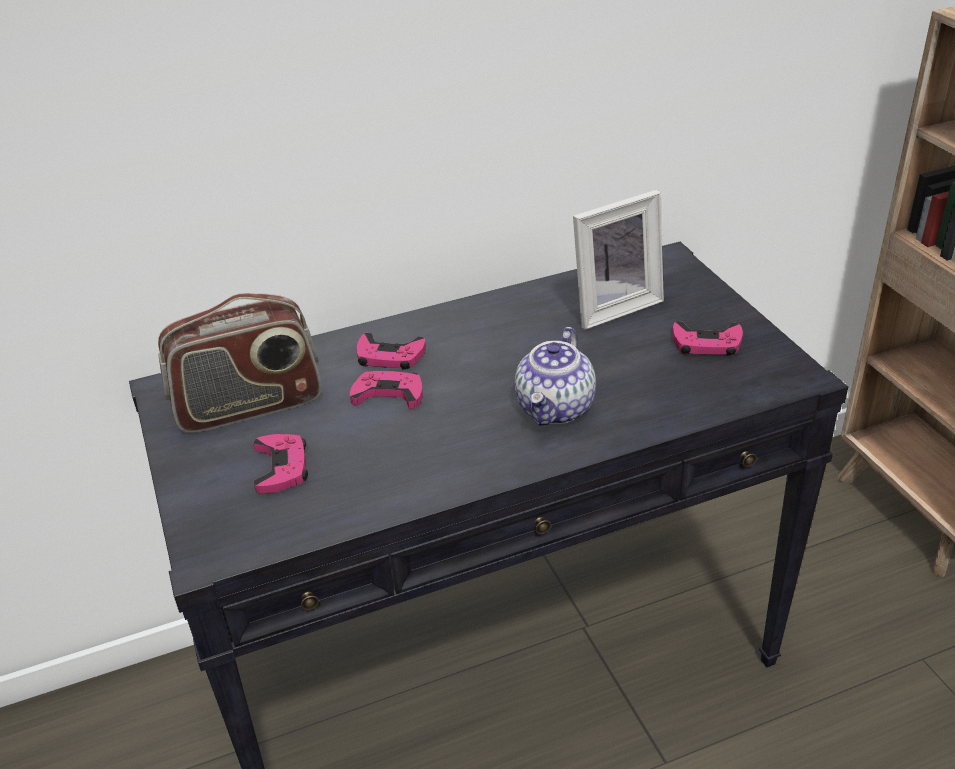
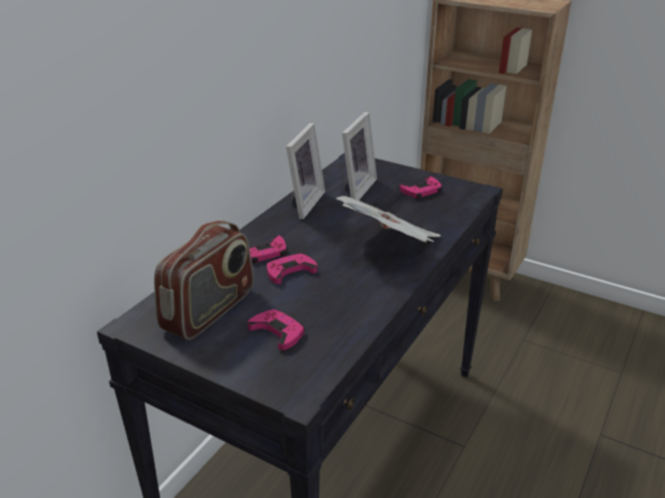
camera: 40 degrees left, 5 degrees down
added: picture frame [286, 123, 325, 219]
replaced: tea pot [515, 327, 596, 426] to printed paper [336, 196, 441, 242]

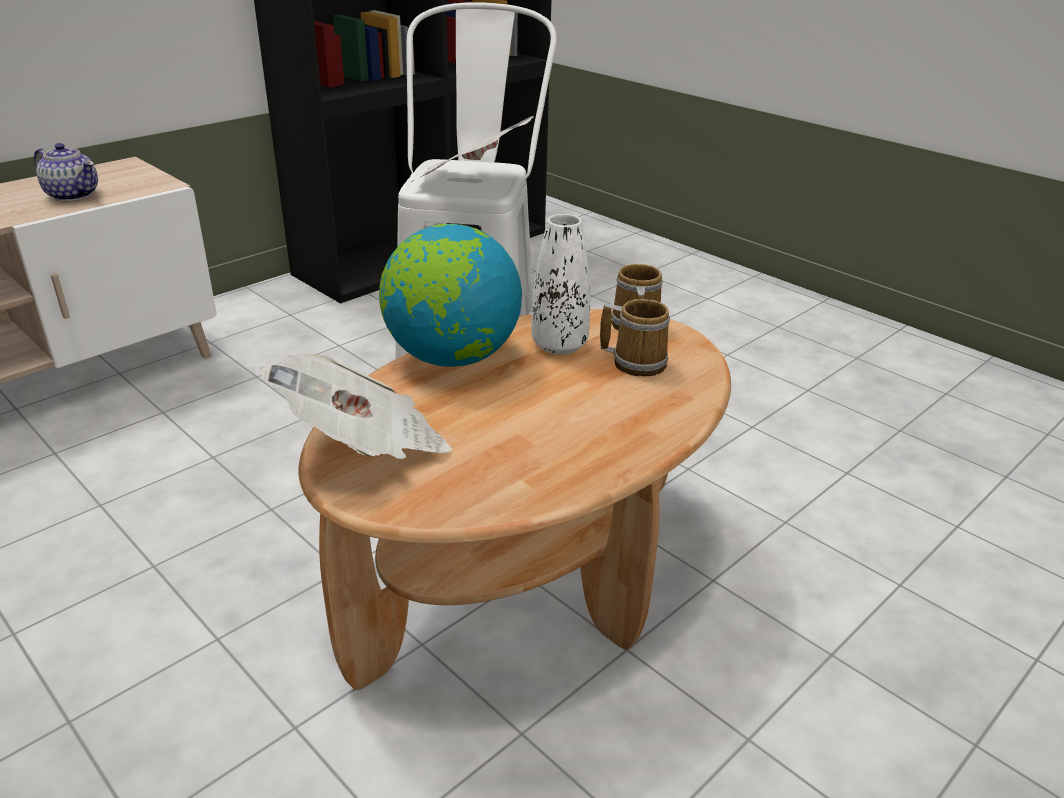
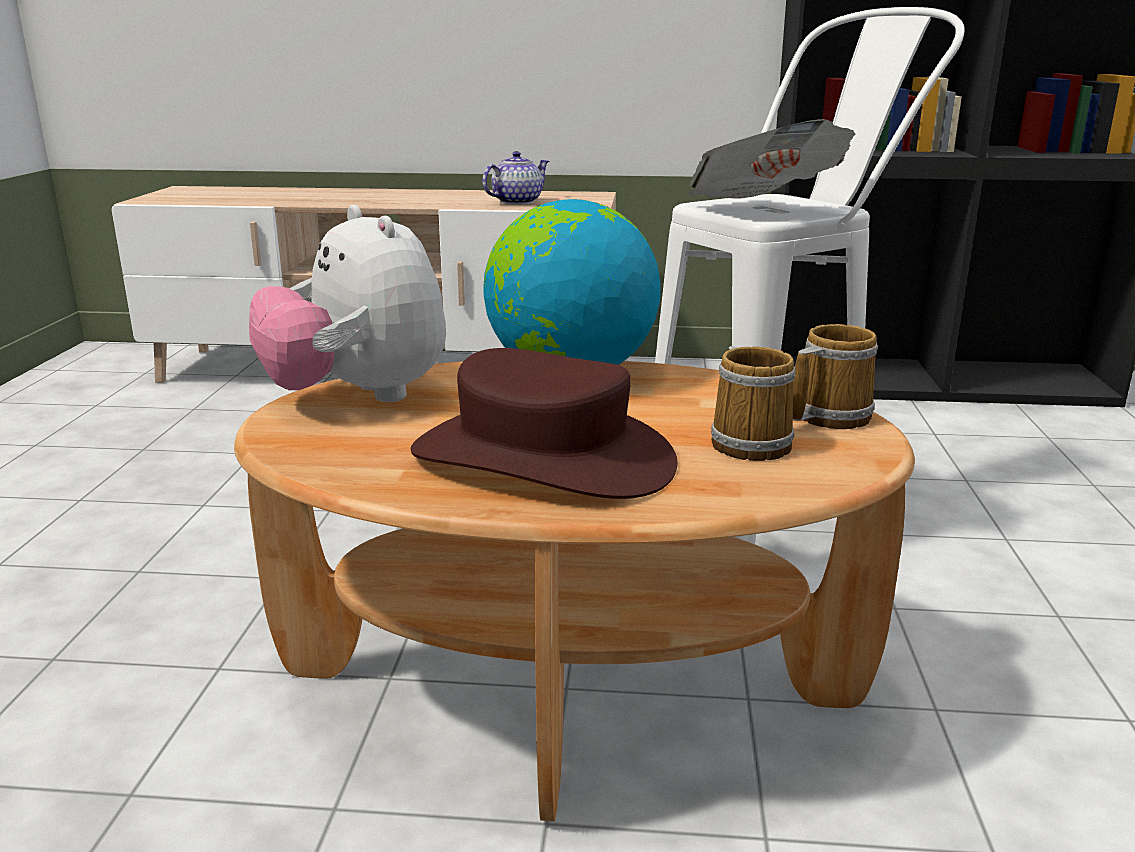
camera: 50 degrees right, 10 degrees down
removed: white-coloured decorative vase [531, 214, 590, 355]
added: brown clothing hat [411, 348, 678, 499]
replaced: printed paper [260, 354, 452, 459] to cuddly toy [249, 205, 446, 402]
turned: tea pot [34, 143, 98, 201] = [482, 151, 549, 205] 120 degrees counterclockwise

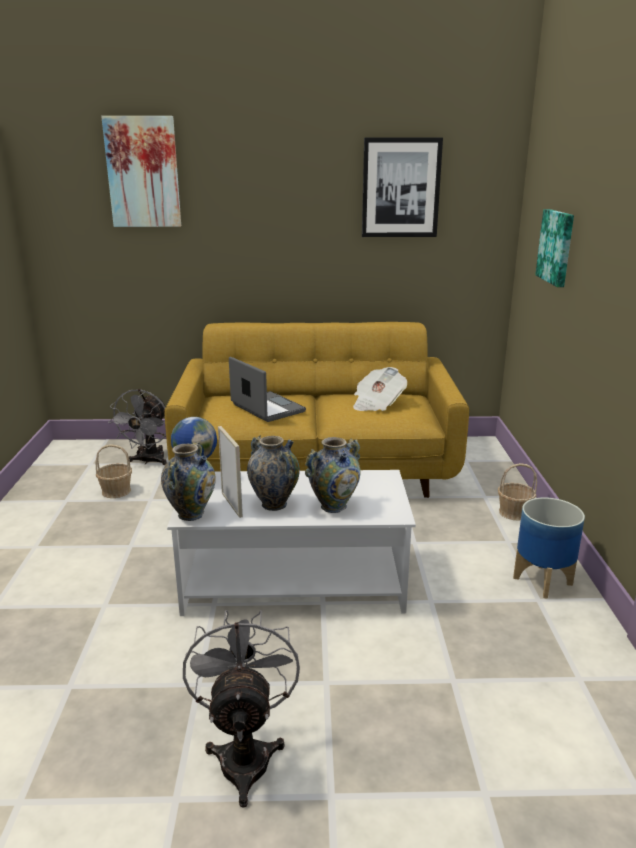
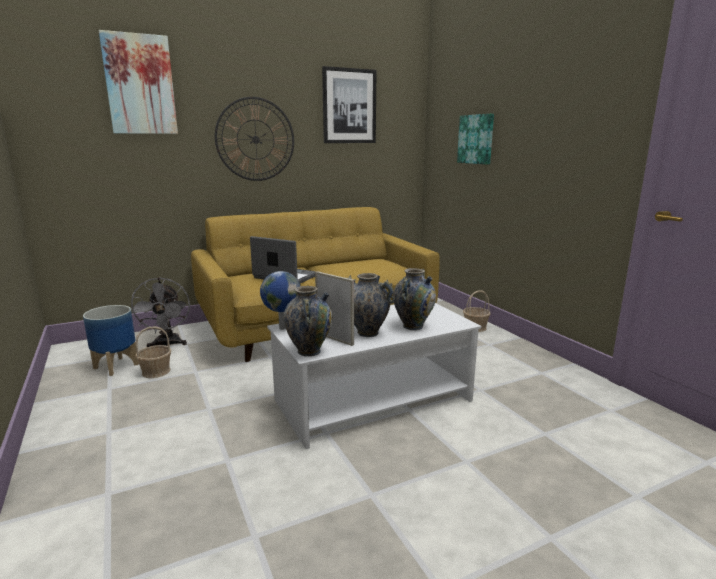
camera: 25 degrees left, 5 degrees down
removed: printed paper [353, 367, 407, 411]; gray electric fan [183, 610, 300, 808]
added: hanging clock [215, 97, 294, 181]
moved: planter [513, 497, 585, 599] to [83, 305, 139, 376]

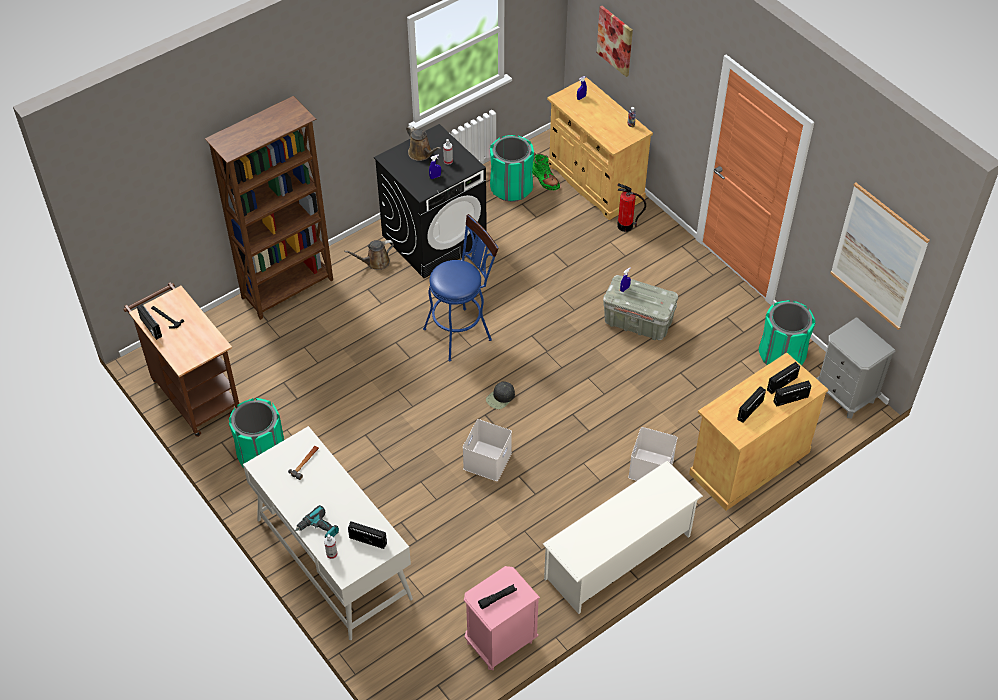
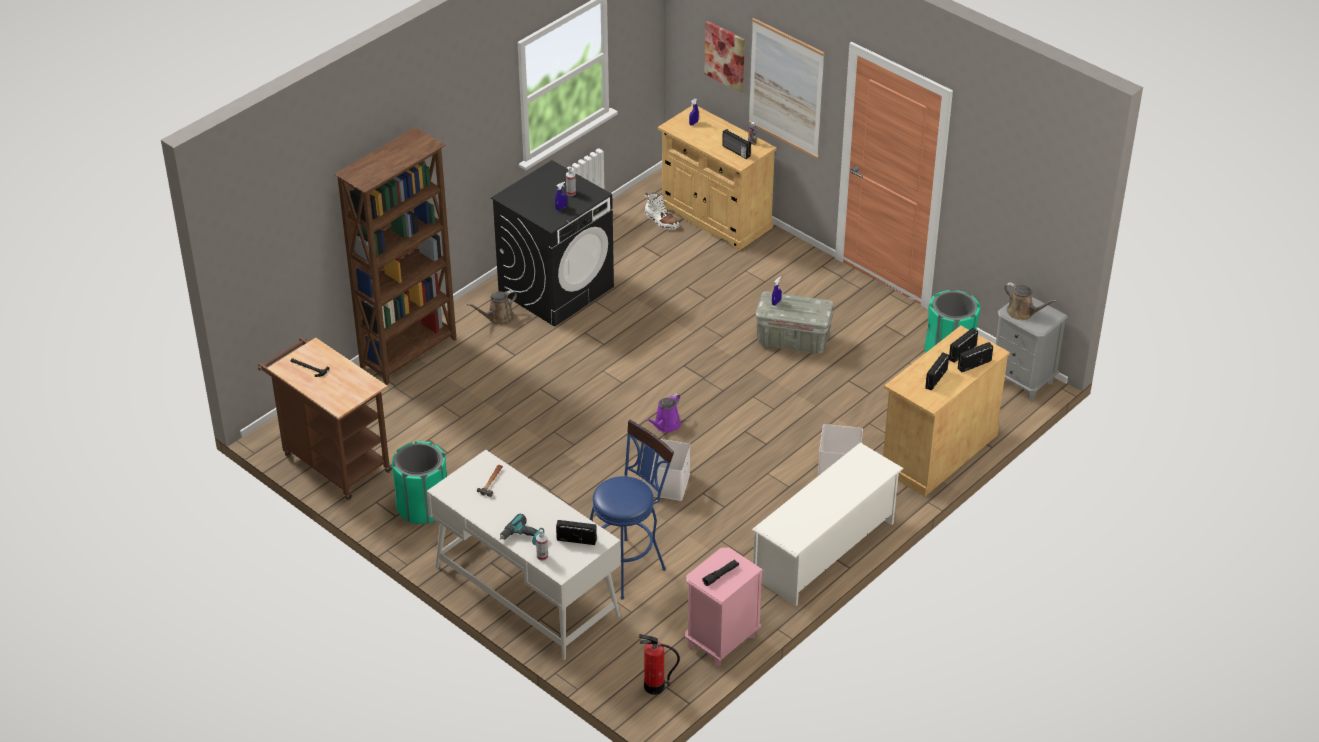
camera: 10 degrees left, 10 degrees down
removed: greenish trash can [490, 135, 534, 202]
moved: brown watering can [406, 125, 441, 161] to [1004, 282, 1057, 320]; wall picture [830, 182, 930, 330] to [748, 18, 825, 159]; fire-fighting cylinder [617, 183, 646, 232] to [639, 634, 680, 695]; blue-coloured stool [423, 214, 499, 362] to [590, 420, 674, 599]; radio set [137, 304, 162, 340] to [722, 129, 751, 159]
replaced: black-coloured peaked cap [486, 381, 515, 409] to purplish watering can [645, 393, 681, 433]
recoloured: greenish boot [532, 153, 560, 190] to white-coloured boot [644, 193, 680, 230]

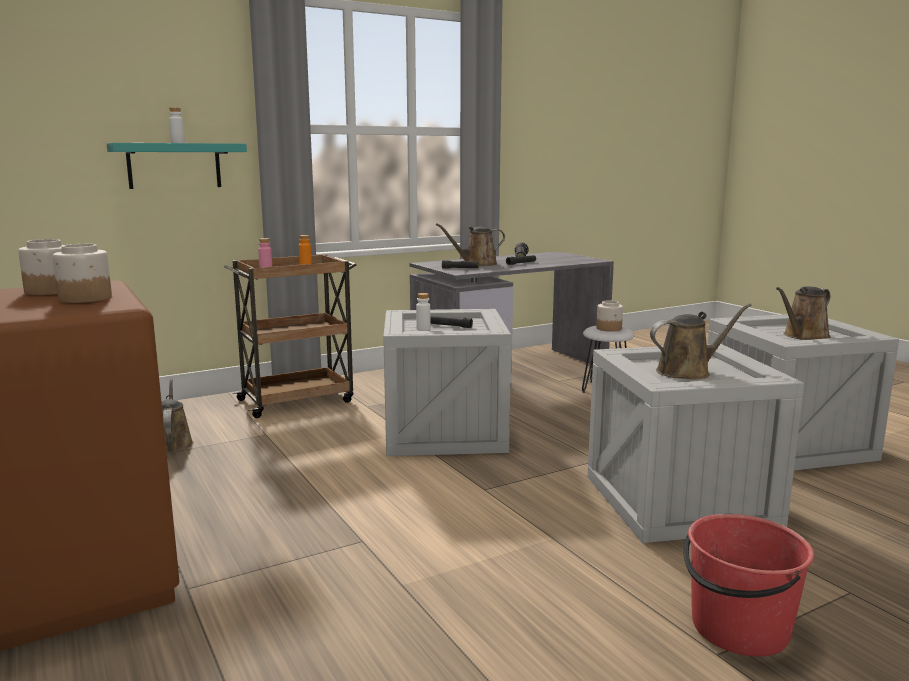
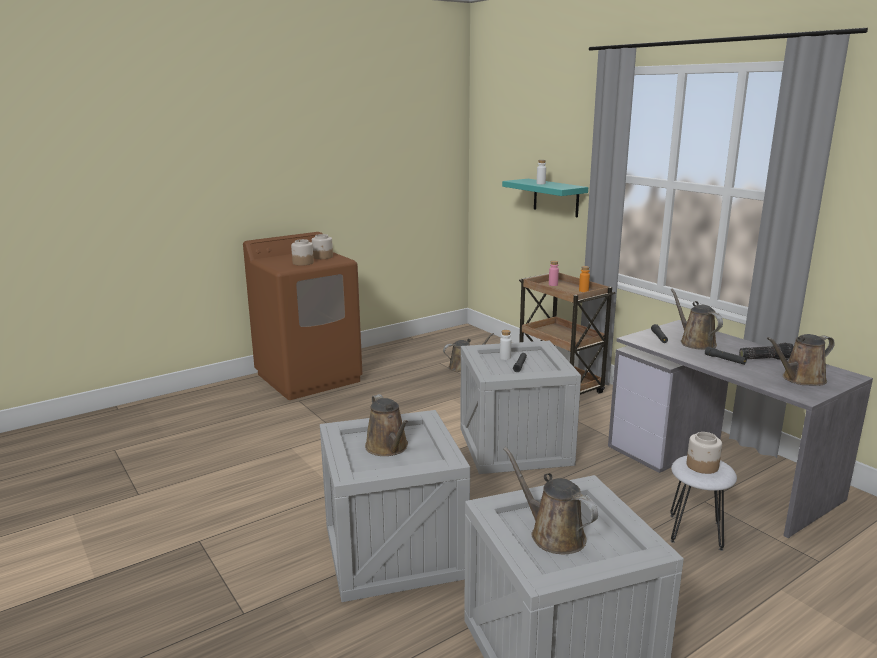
camera: 85 degrees right, 5 degrees up
removed: reddish bucket [683, 514, 814, 656]
added: brown watering can [767, 334, 835, 386]

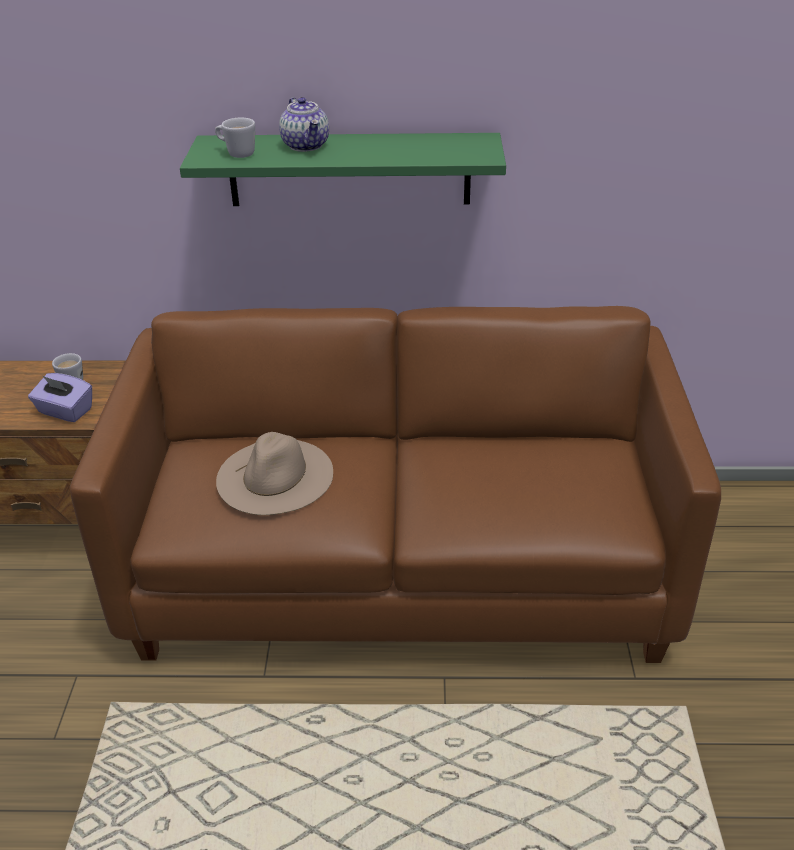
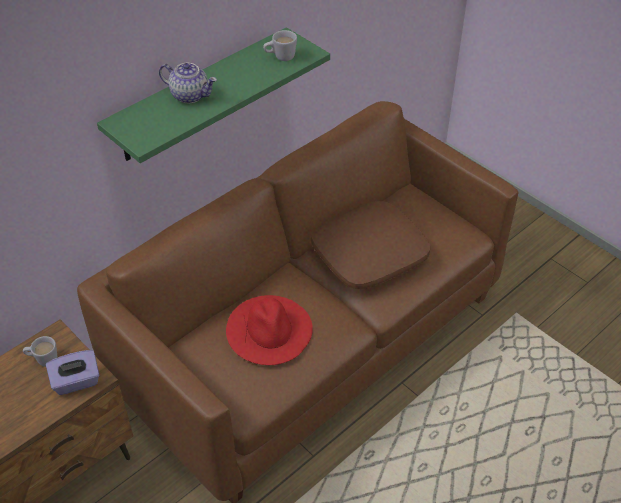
camera: 45 degrees left, 10 degrees up
added: brown pillow [311, 201, 430, 289]
moved: white-coloured mug [215, 118, 255, 158] to [263, 30, 297, 61]
recoloured: beige clothing hat [216, 432, 333, 515] to reddish clothing hat [226, 295, 313, 365]

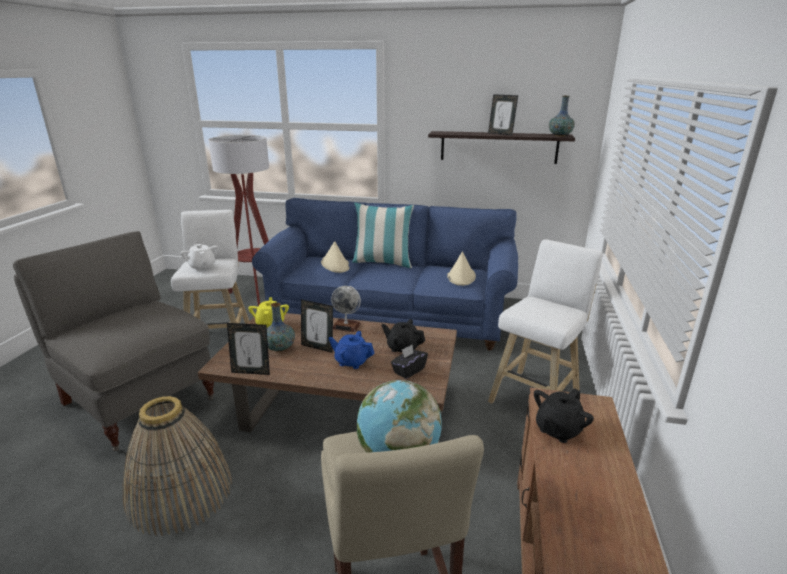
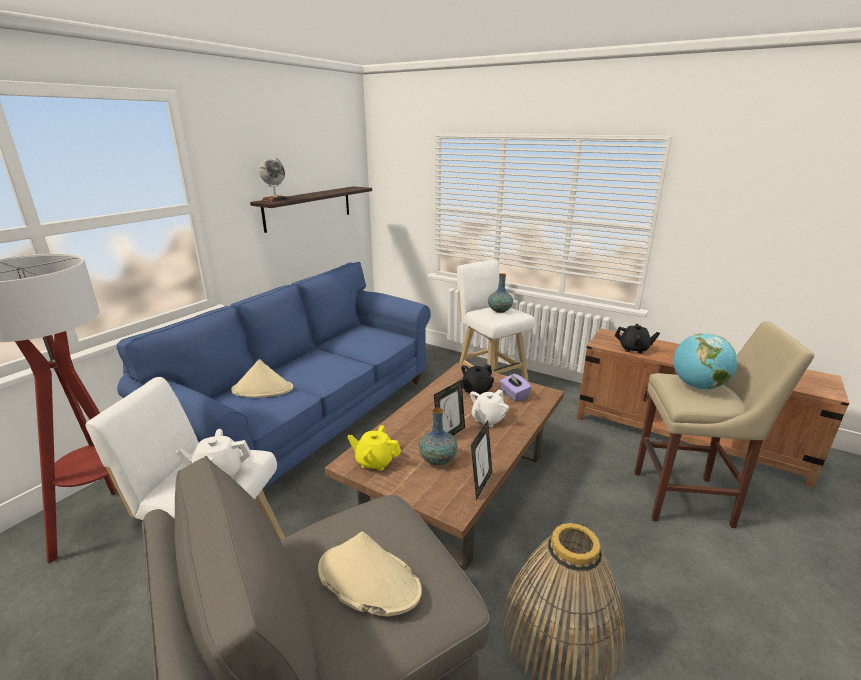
camera: 70 degrees left, 0 degrees up
removed: picture frame [488, 94, 518, 135]; pillow [352, 203, 414, 268]
moved: decorative vase [549, 96, 575, 136] to [488, 273, 513, 313]; beige clothing hat [447, 251, 476, 286] to [318, 532, 422, 617]; world globe [331, 286, 361, 332] to [259, 157, 290, 202]
recoloured: blue-coloured tea pot [328, 331, 374, 369] to white-coloured tea pot [470, 389, 509, 427]; black-coloured tissue box [391, 345, 428, 379] to purplish tissue box [500, 373, 532, 402]
turned: black-coloured tea pot [534, 388, 594, 443] = [615, 324, 660, 354] 45 degrees counterclockwise

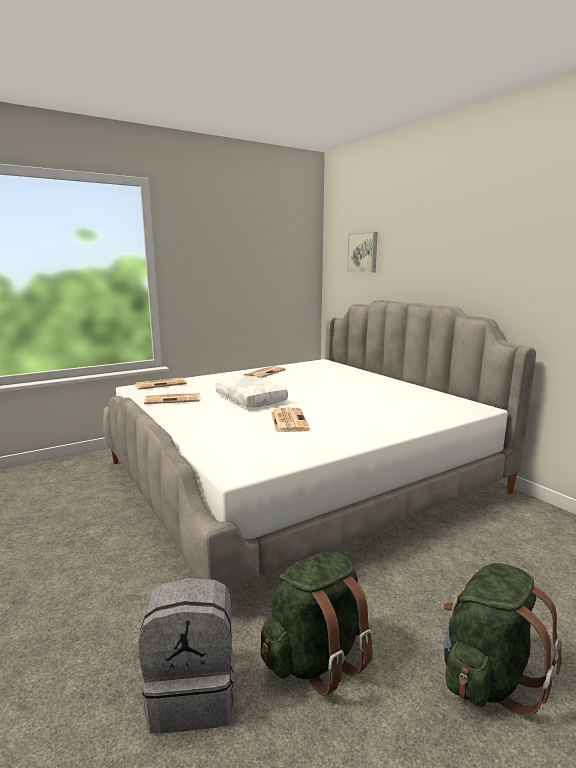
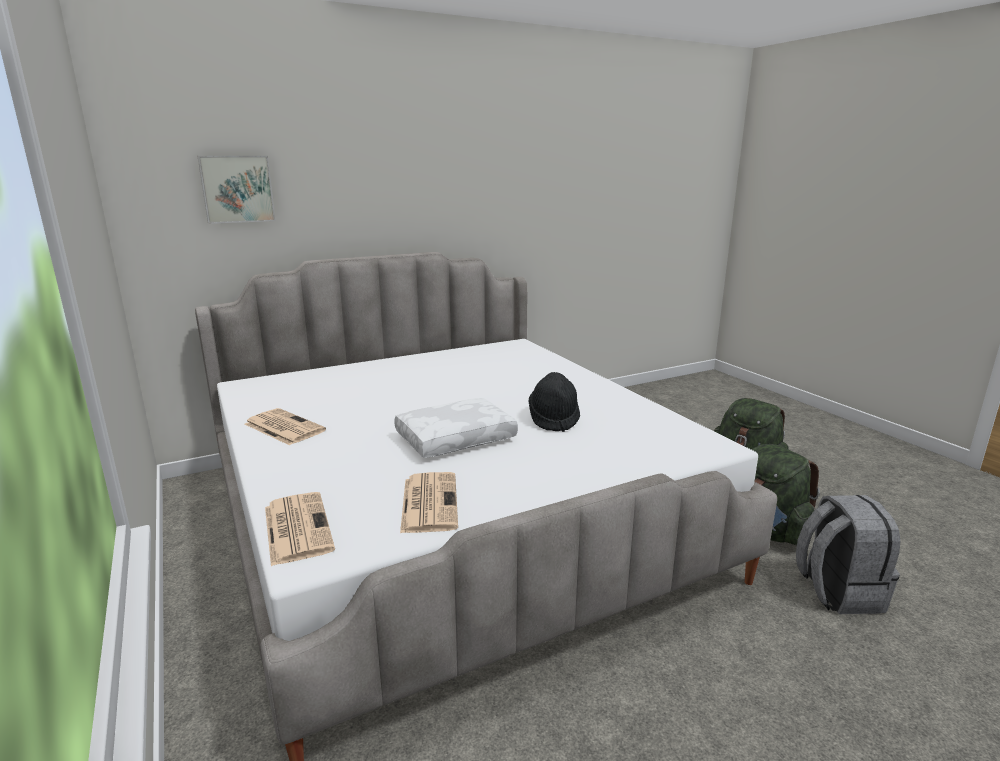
camera: 85 degrees left, 5 degrees up
replaced: printed paper [271, 407, 310, 432] to black-coloured clothing hat [528, 372, 580, 432]

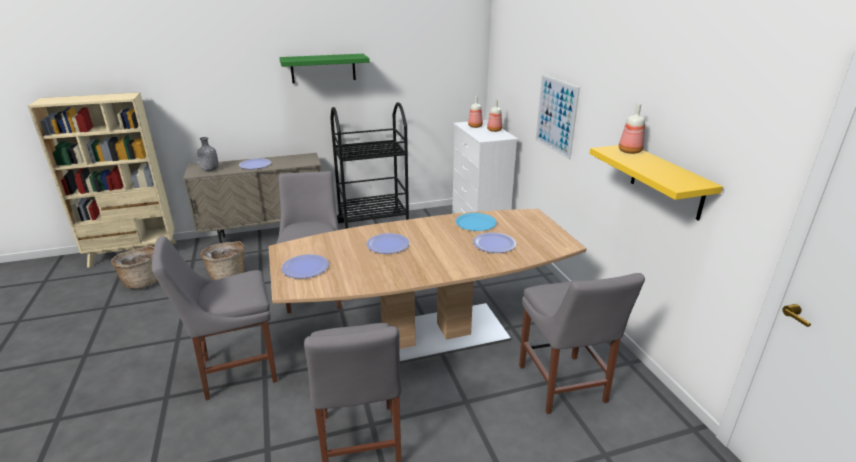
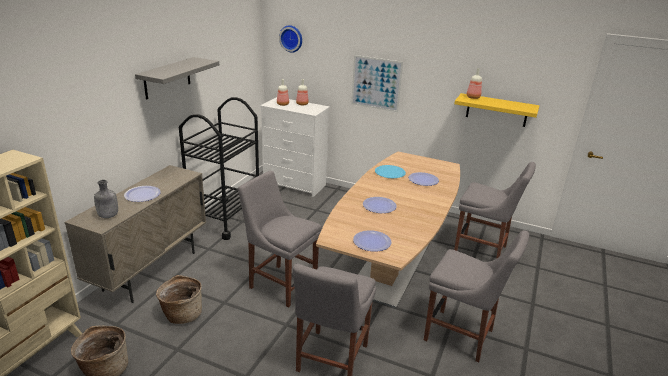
camera: 50 degrees left, 0 degrees up
added: hanging clock [279, 25, 302, 53]
recoloured: greenish wall shelf [279, 54, 370, 84] to gray wall shelf [135, 57, 219, 100]

